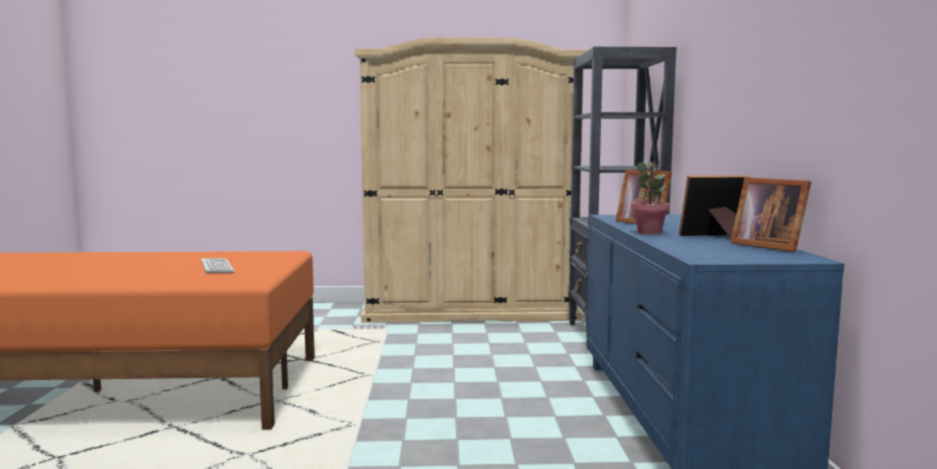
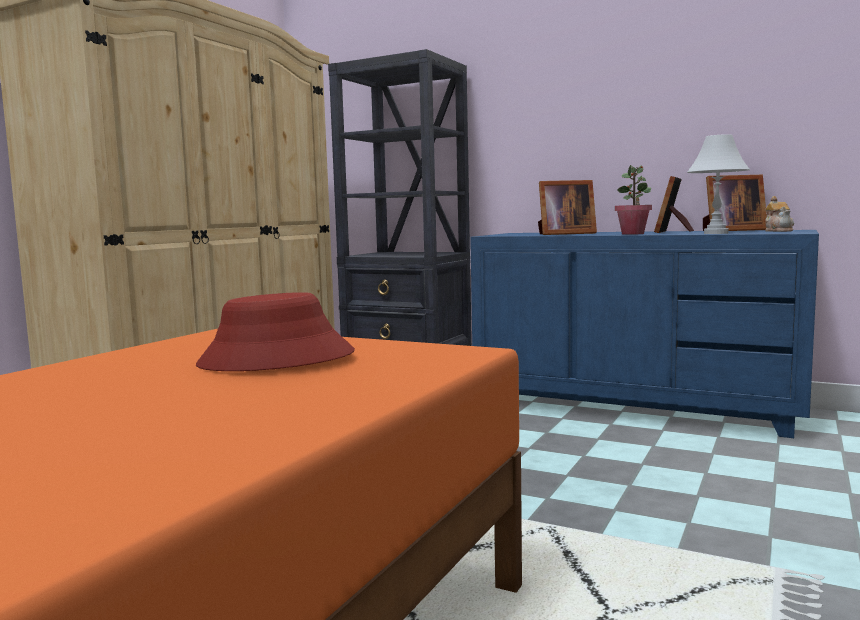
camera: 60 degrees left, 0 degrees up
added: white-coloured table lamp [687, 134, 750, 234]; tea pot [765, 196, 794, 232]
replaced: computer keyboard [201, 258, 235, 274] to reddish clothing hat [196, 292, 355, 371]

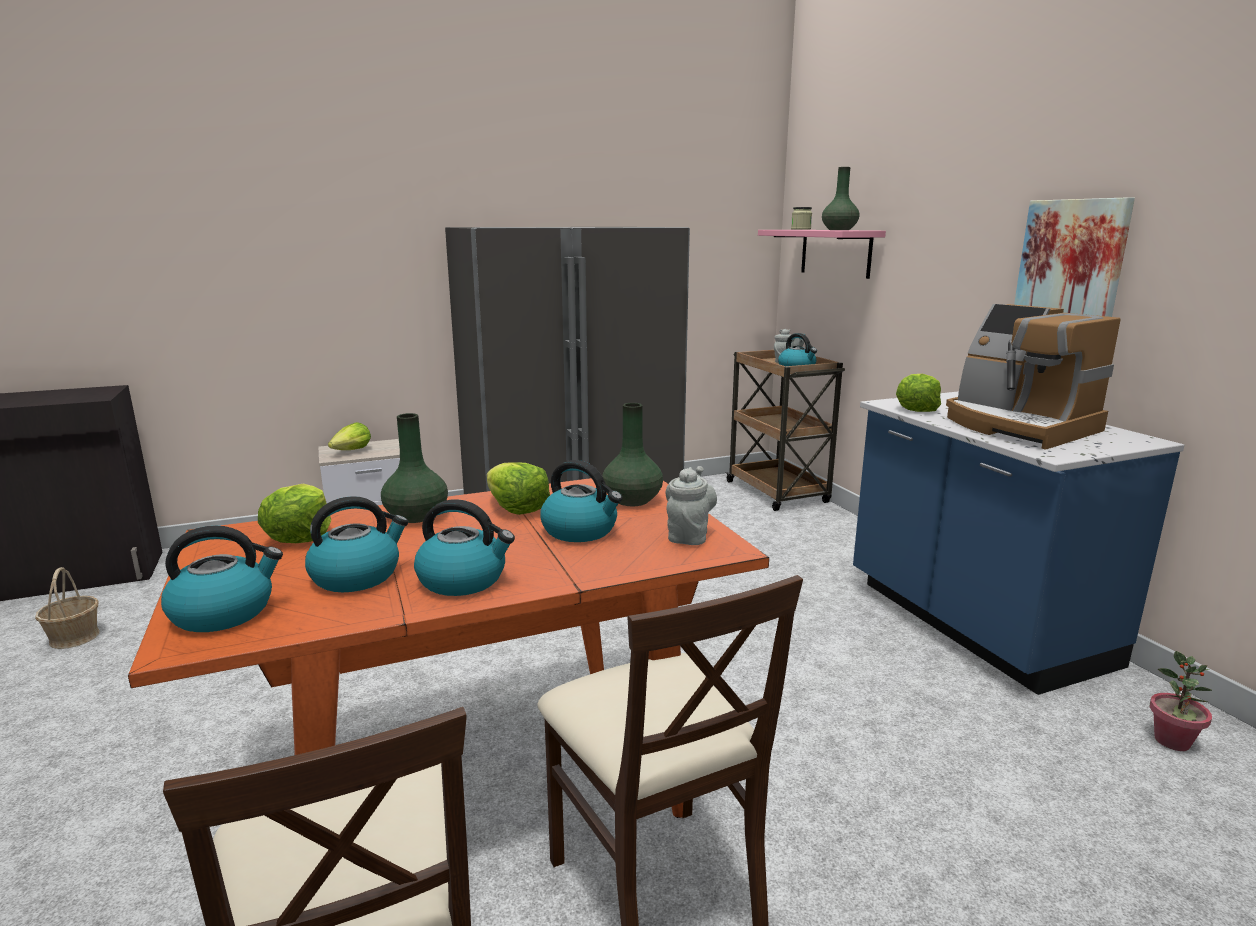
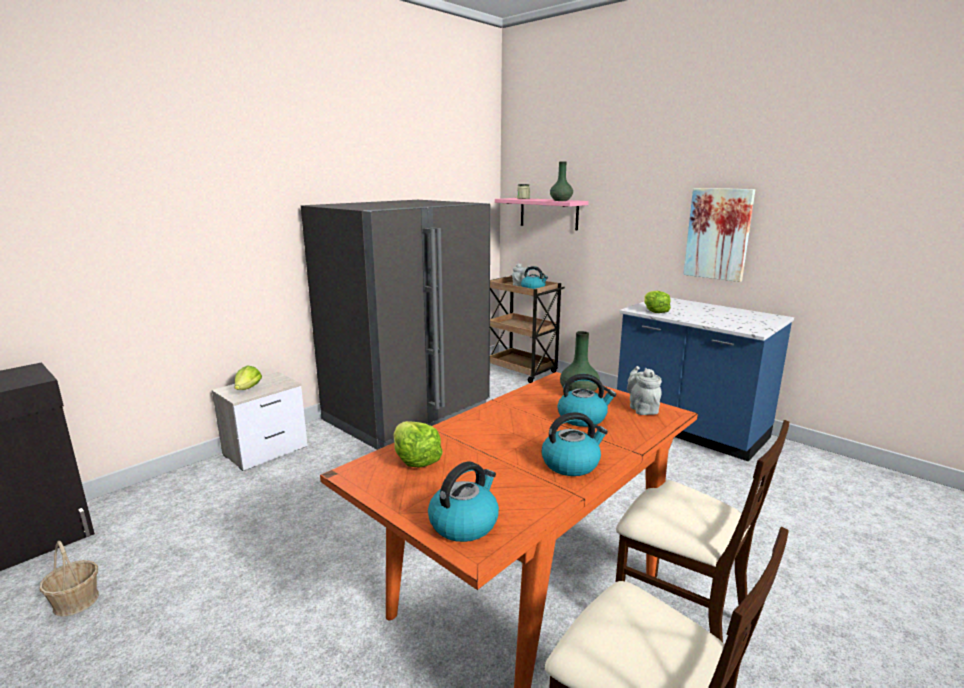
camera: 25 degrees left, 0 degrees up
removed: coffee brewer [946, 304, 1121, 450]; greenish decorative vase [381, 413, 448, 523]; head of lettuce [487, 462, 550, 515]; water kettle [305, 496, 408, 592]; potted plant [1150, 651, 1212, 751]

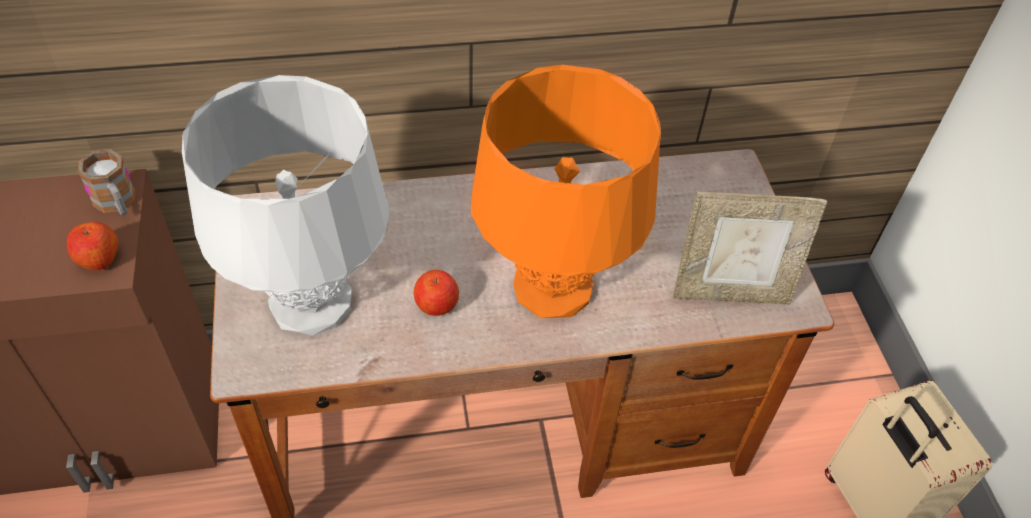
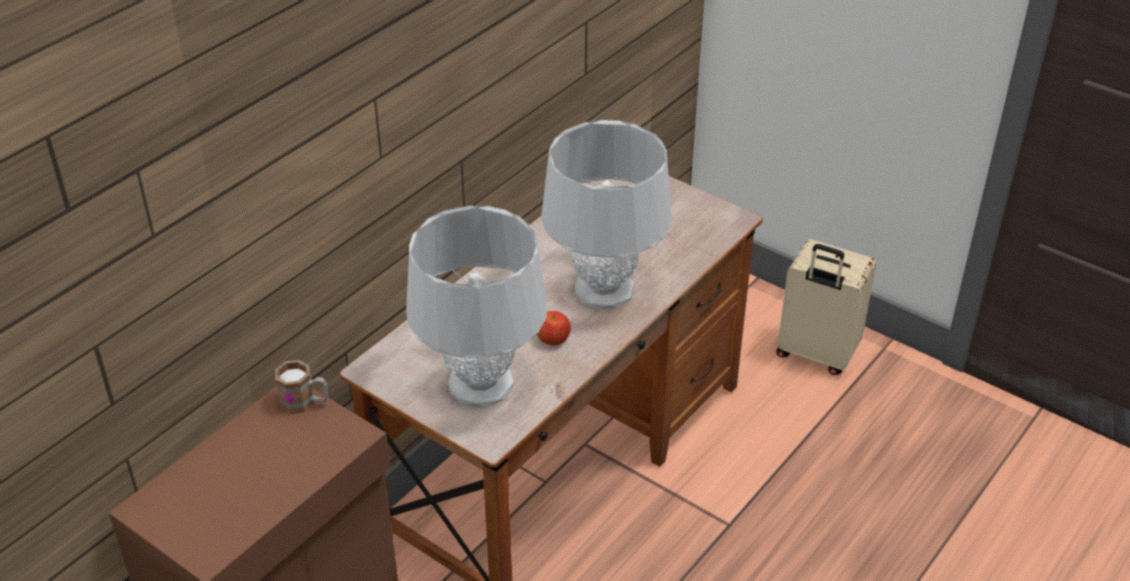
camera: 40 degrees left, 10 degrees down
removed: picture frame [673, 192, 828, 305]; whole apple [67, 222, 118, 270]
recoloured: orangey table lamp [471, 65, 661, 318] to gray table lamp [541, 120, 672, 309]

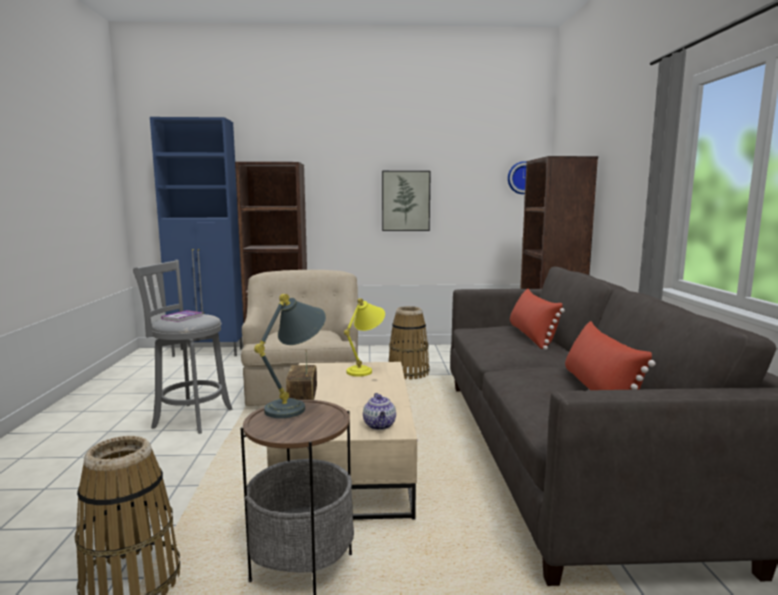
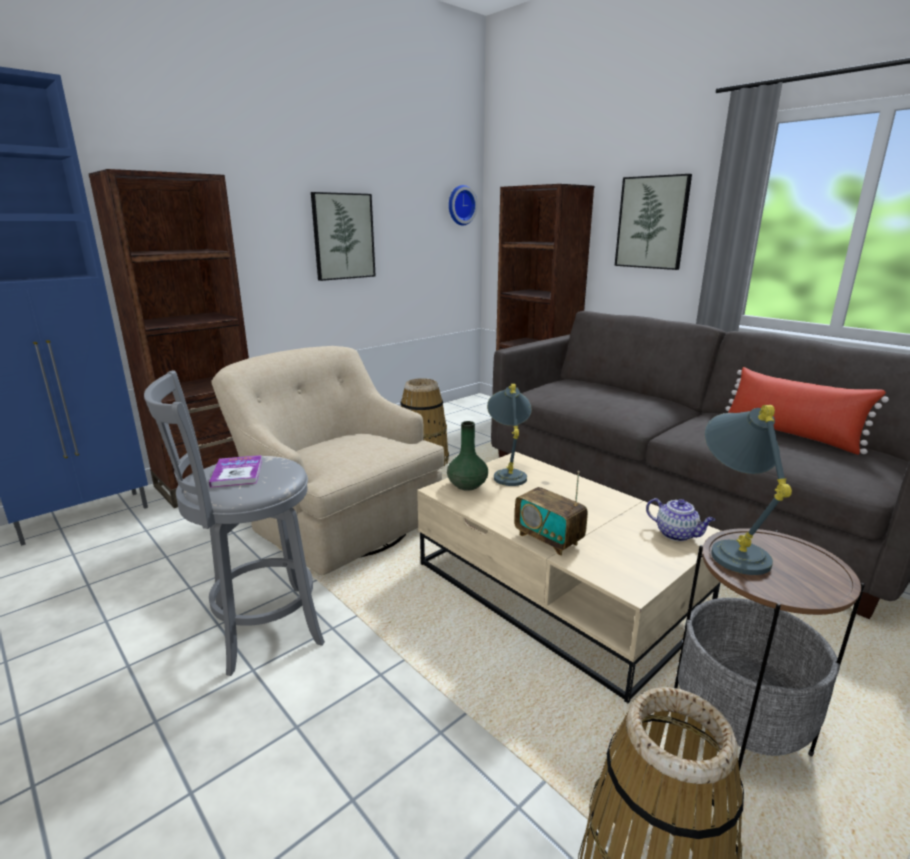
camera: 40 degrees left, 10 degrees up
removed: reddish pillow [510, 288, 565, 350]
added: wall picture [615, 174, 692, 270]; greenish decorative vase [447, 421, 488, 491]
recoloured: yellow table lamp [344, 298, 385, 377] to gray table lamp [487, 384, 531, 486]

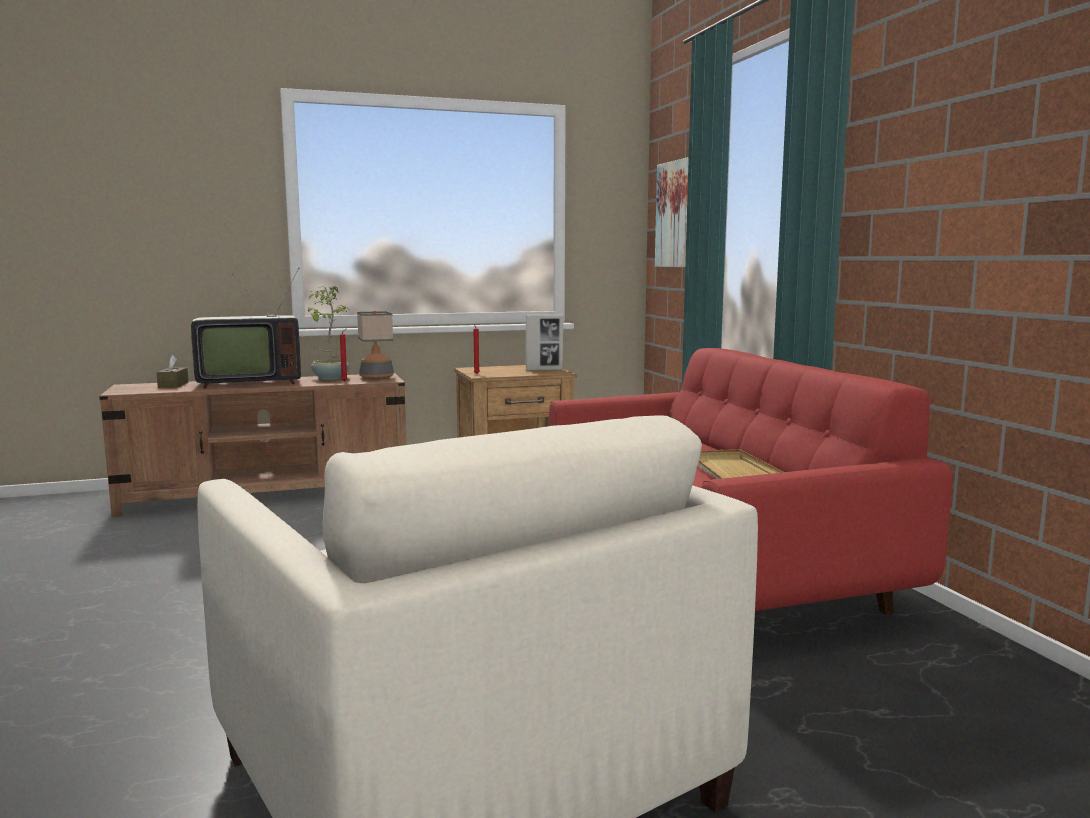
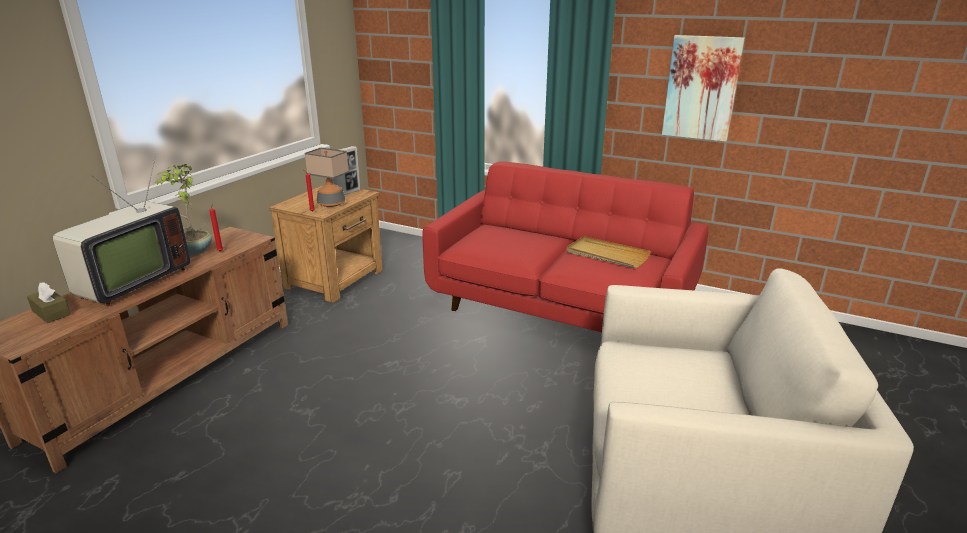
camera: 45 degrees left, 15 degrees up
moved: wall picture [655, 157, 689, 267] to [662, 35, 745, 142]; table lamp [357, 311, 394, 380] to [305, 148, 349, 207]

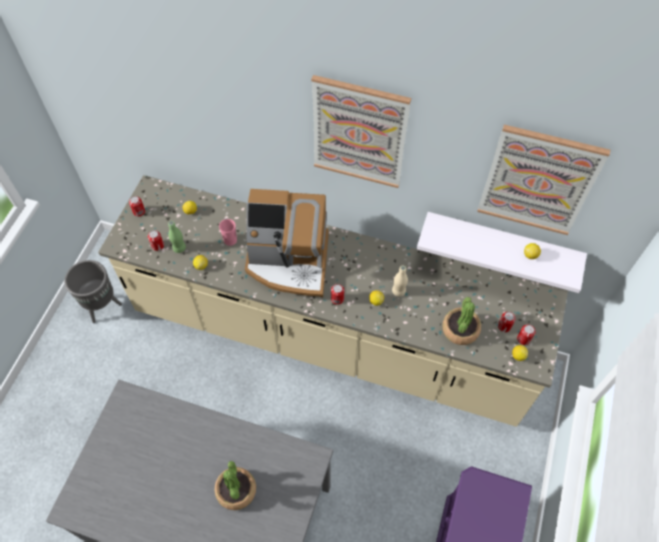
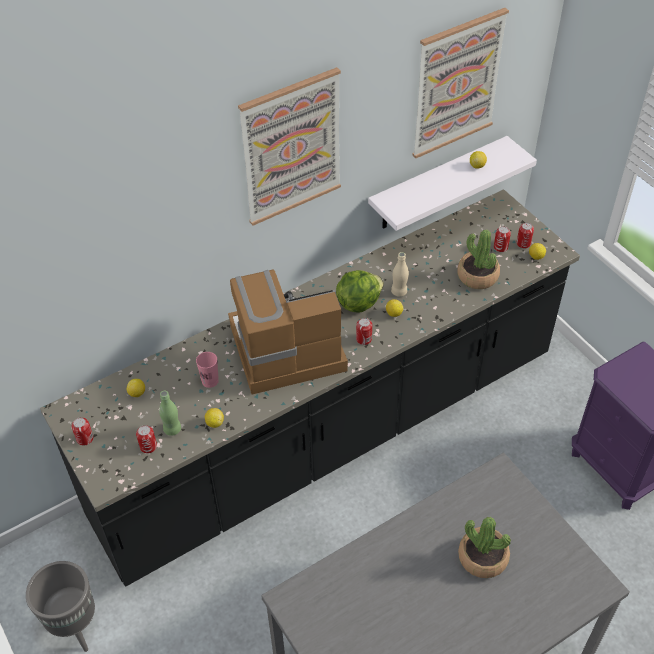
camera: 50 degrees left, 10 degrees down
added: head of lettuce [336, 270, 384, 313]
recoloured: beige counter [98, 175, 568, 427] to black-coloured counter [40, 189, 580, 587]
turned: coffee brewer [245, 189, 329, 297] = [228, 270, 348, 394] 150 degrees counterclockwise

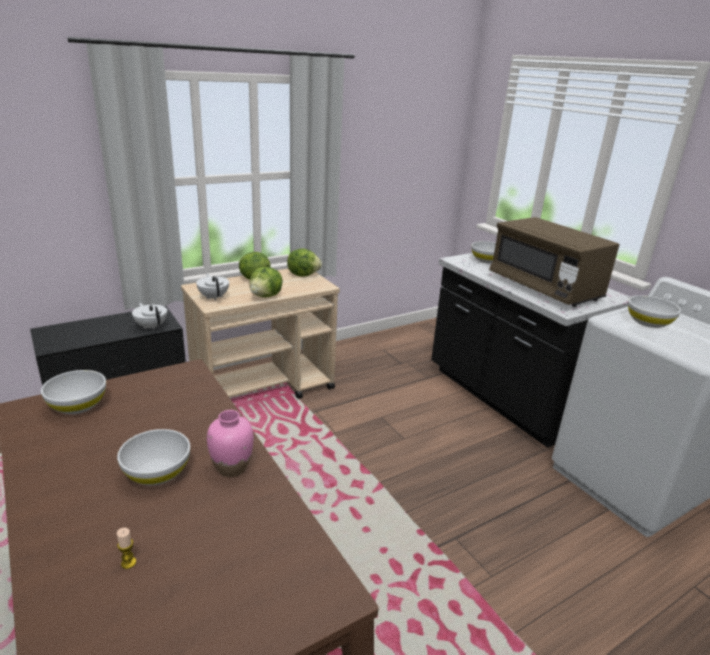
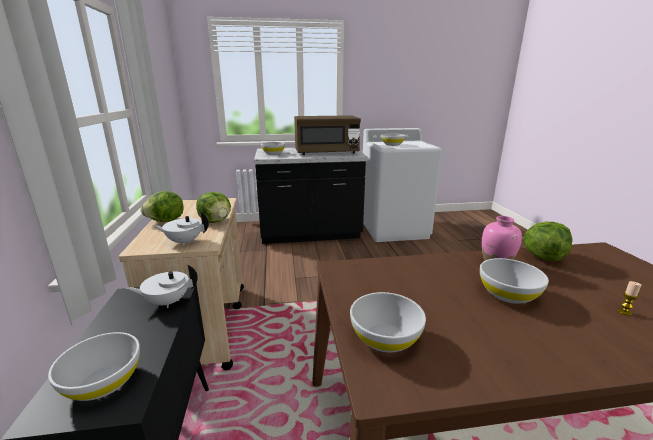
camera: 65 degrees left, 5 degrees down
added: white-coloured bowl [48, 332, 140, 401]
moved: head of lettuce [287, 248, 322, 277] to [524, 222, 573, 261]

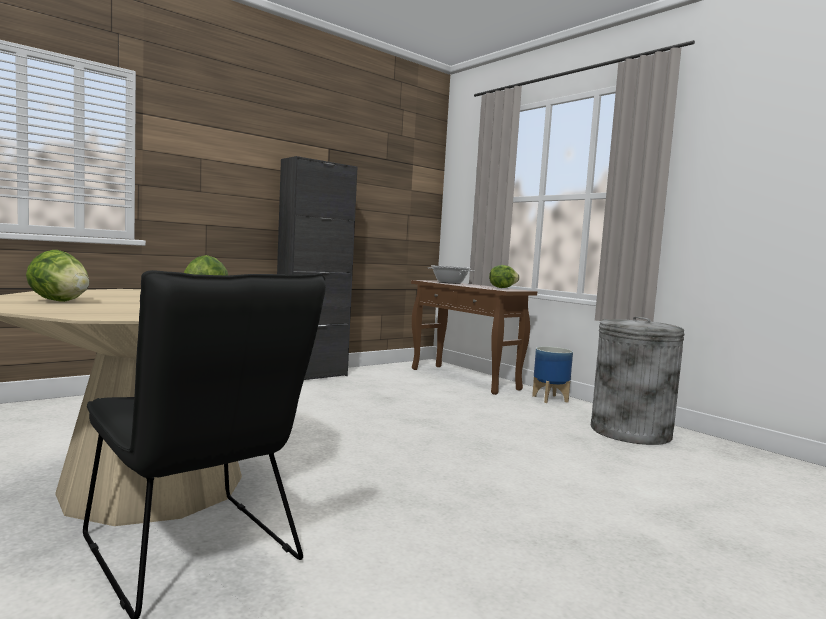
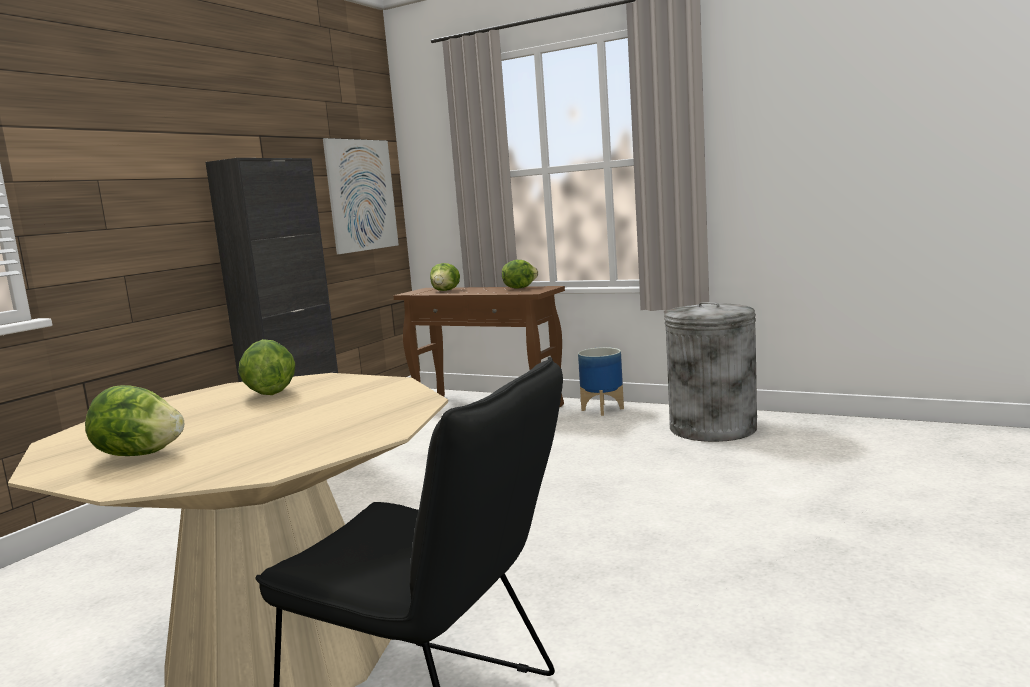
camera: 20 degrees left, 5 degrees up
added: wall picture [323, 138, 399, 254]
replaced: cooking pot [428, 266, 474, 284] to head of lettuce [430, 263, 460, 291]

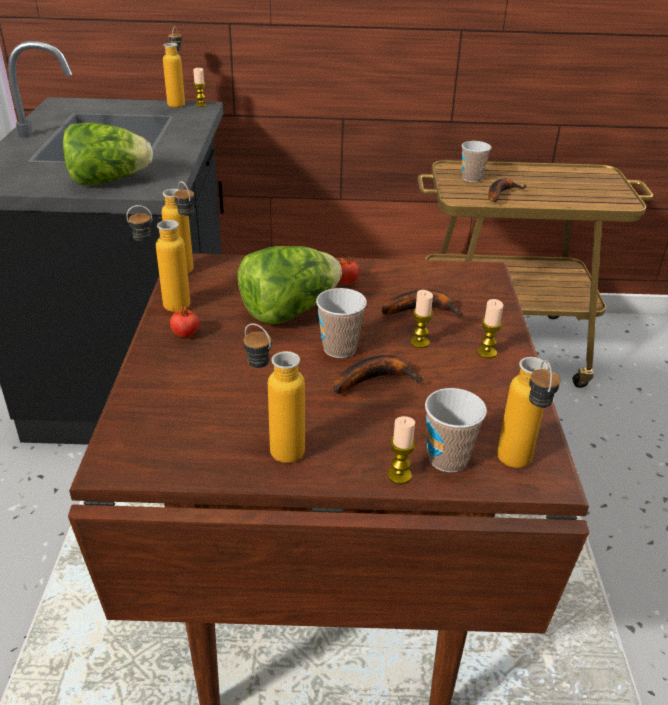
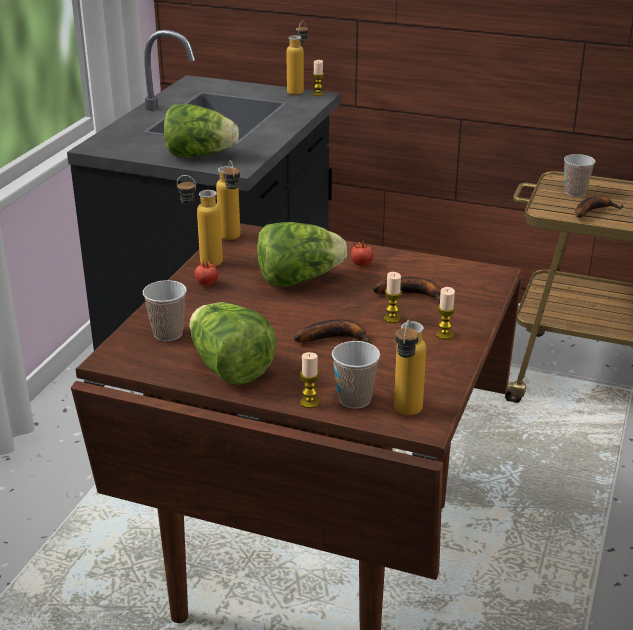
camera: 20 degrees right, 5 degrees down
moved: small cup [316, 288, 367, 358] to [143, 280, 187, 341]
replaced: bottle [244, 323, 305, 463] to head of lettuce [189, 302, 276, 385]

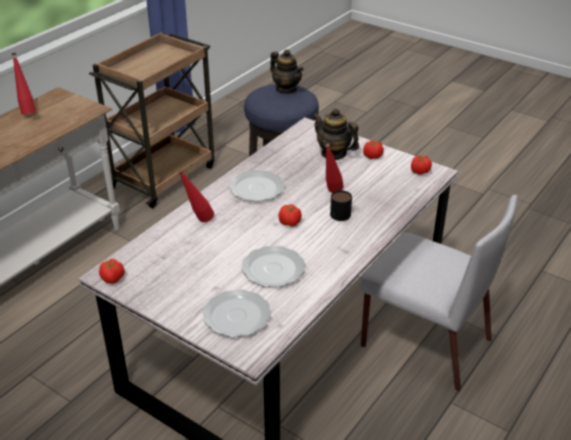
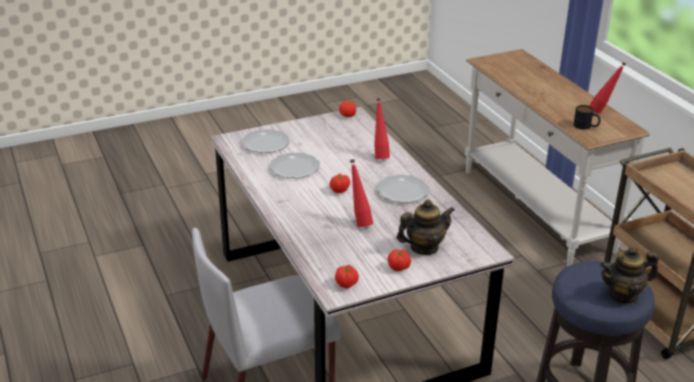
camera: 120 degrees right, 5 degrees down
moved: mug [330, 190, 352, 221] to [573, 105, 600, 130]

